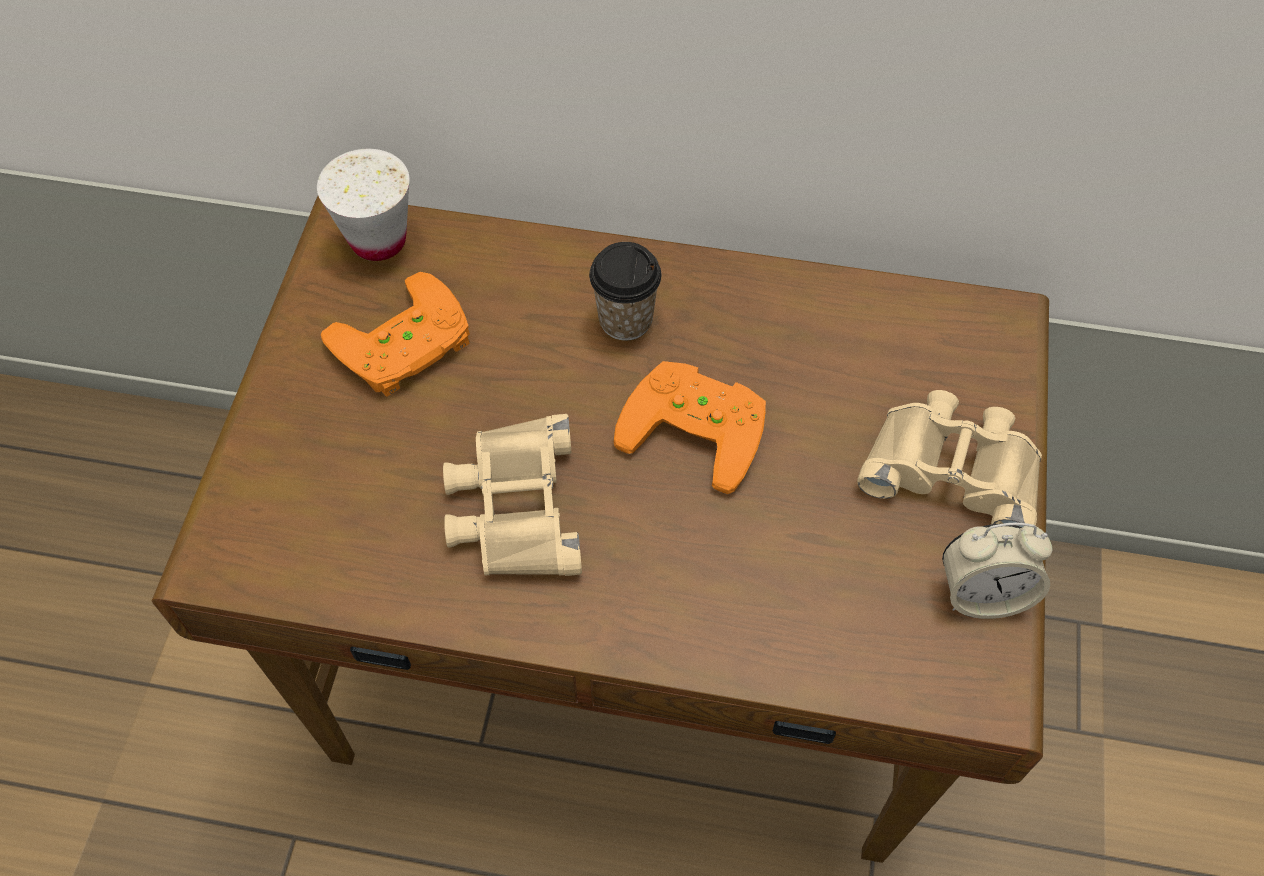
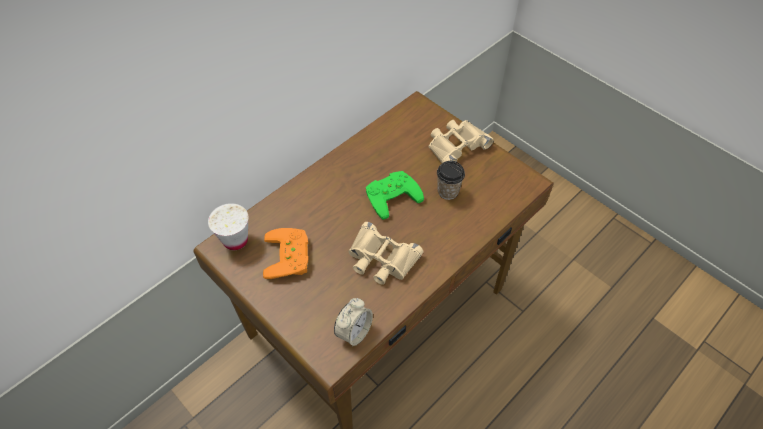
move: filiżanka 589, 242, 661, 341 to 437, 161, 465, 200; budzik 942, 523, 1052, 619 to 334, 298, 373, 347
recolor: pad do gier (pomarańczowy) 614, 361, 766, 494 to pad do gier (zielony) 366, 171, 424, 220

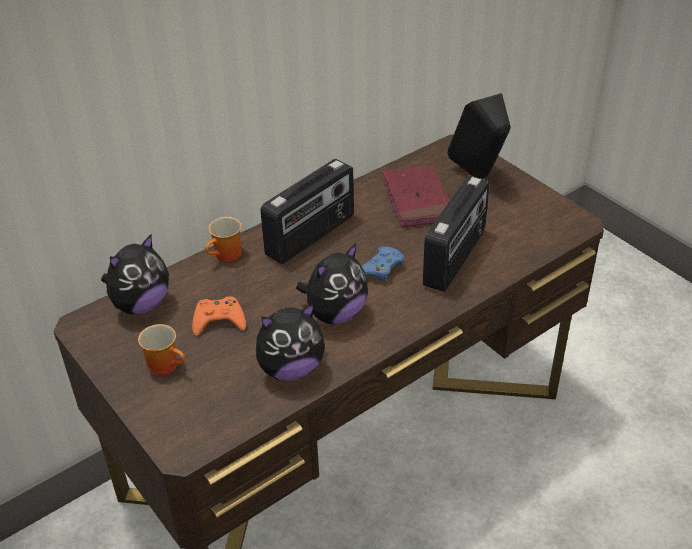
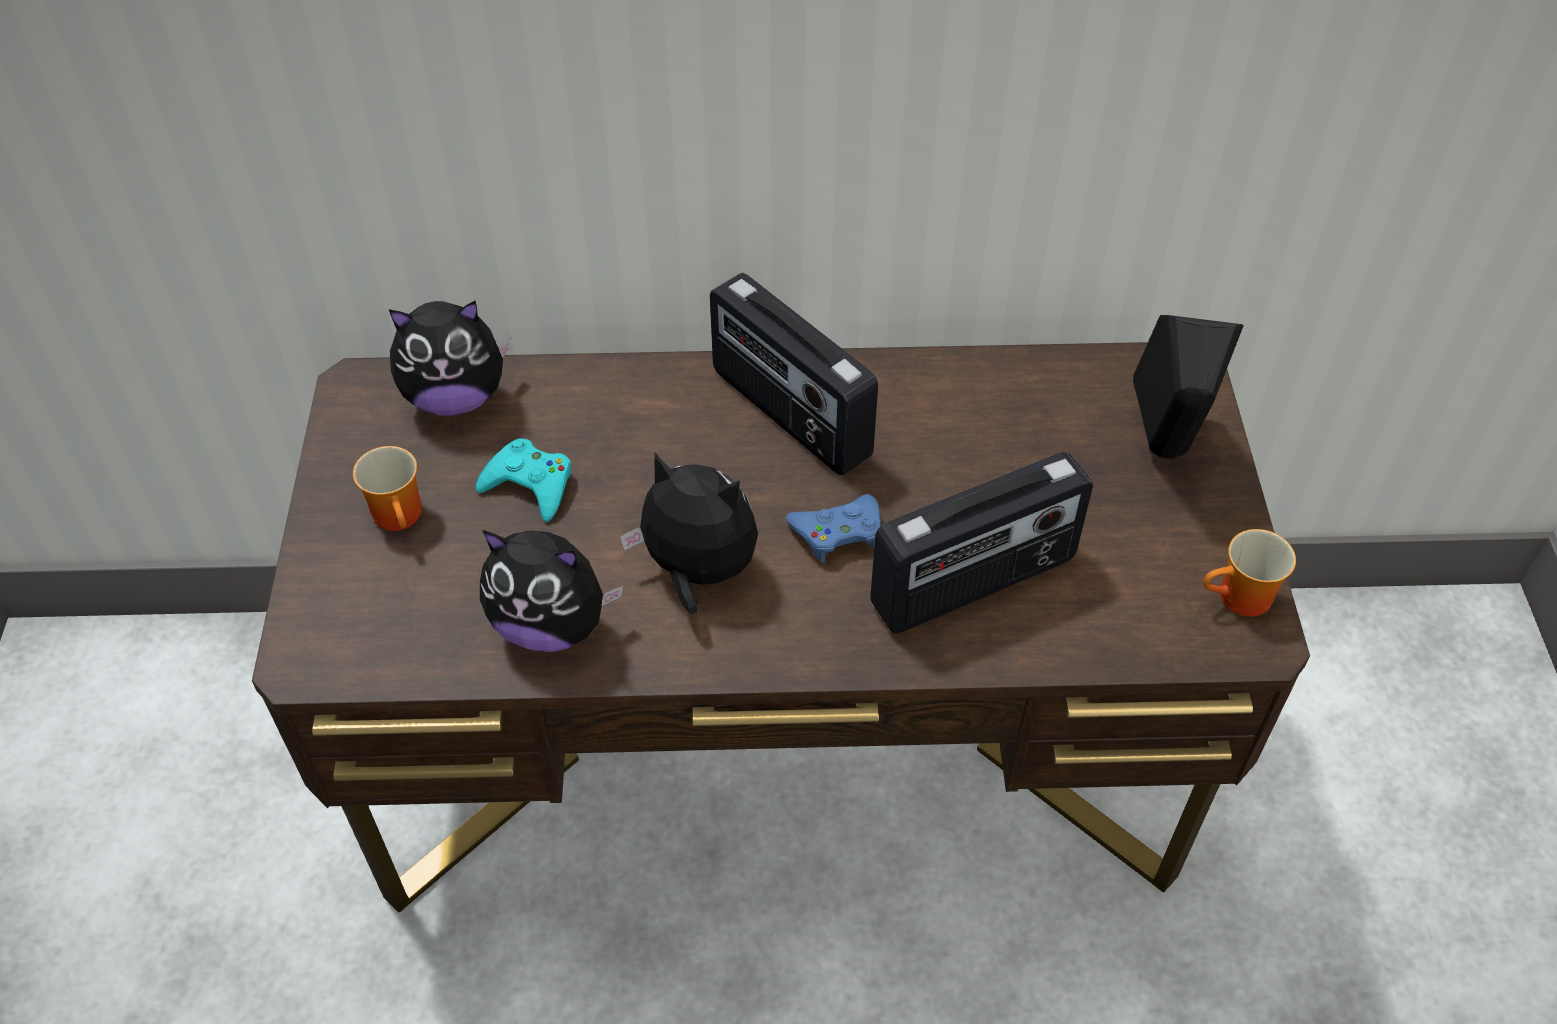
delete: książka (czerwony) 382, 166, 449, 227
move: kubek 205, 217, 241, 262 to 1203, 529, 1296, 617
recolor: pad do gier (pomarańczowy) 192, 296, 246, 336 to pad do gier (turkusowy) 476, 438, 572, 522
rotate: radio 260, 159, 354, 264 = 710, 273, 878, 475 60 degrees clockwise; pluszak 296, 243, 368, 324 = 620, 453, 758, 614 150 degrees counterclockwise

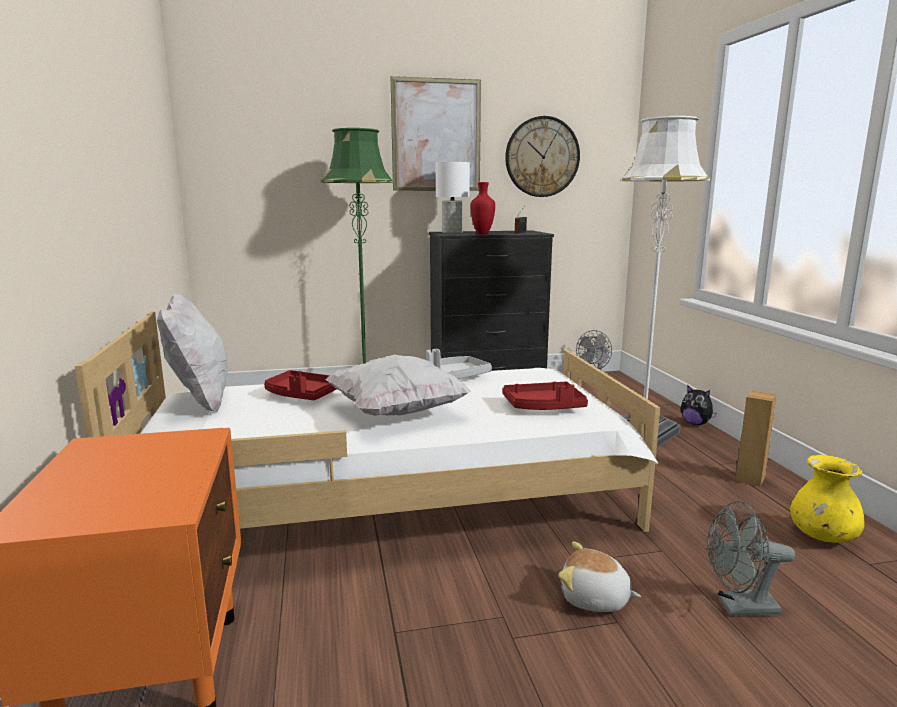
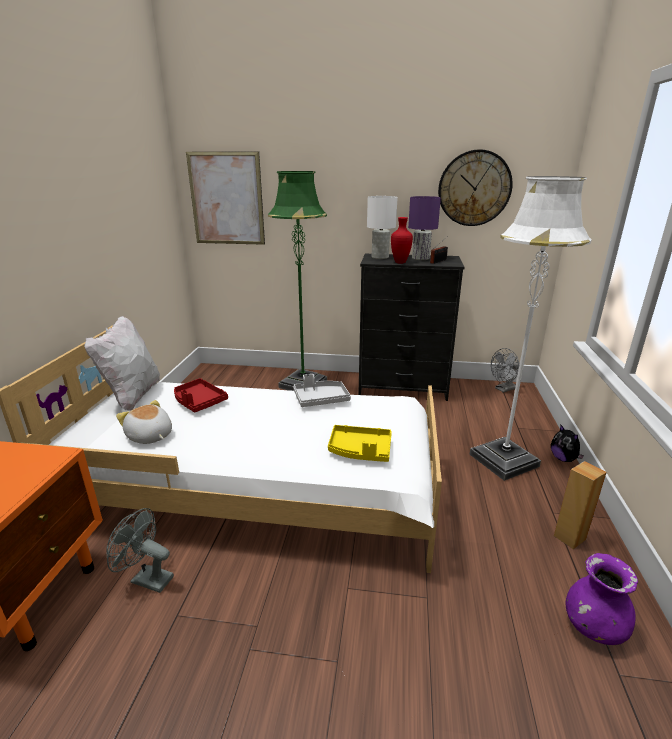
delete: poduszka (biały) 325, 355, 471, 416
insert: lampa stołowa (fioletowy) 408, 196, 441, 260
move: obraz 391, 76, 481, 191 to 186, 151, 265, 245; pluszak 558, 541, 641, 612 to 116, 400, 172, 444; wentylator (szary) 707, 501, 795, 615 to 106, 508, 174, 593
recolor: taca (czerwony) 502, 382, 588, 410 to taca (żółty) 328, 425, 392, 462; wazon (żółty) 790, 455, 865, 543 to wazon (fioletowy) 566, 553, 638, 645

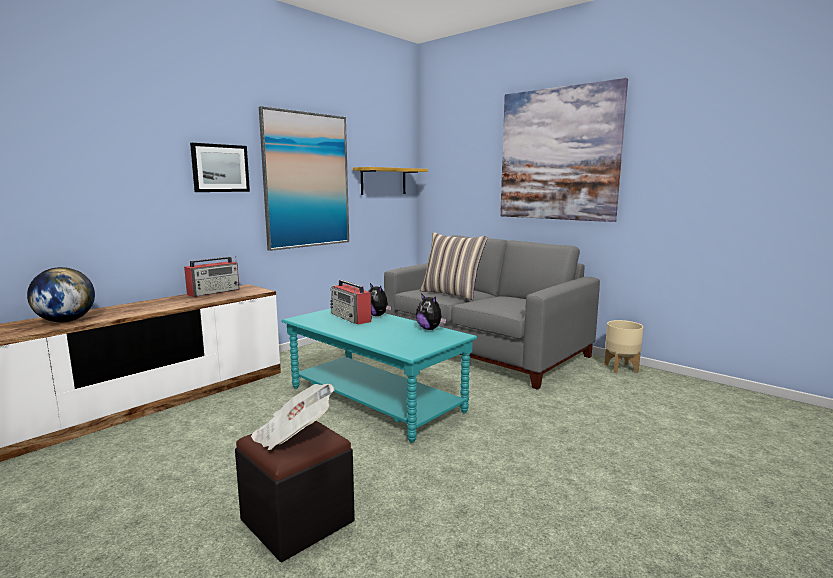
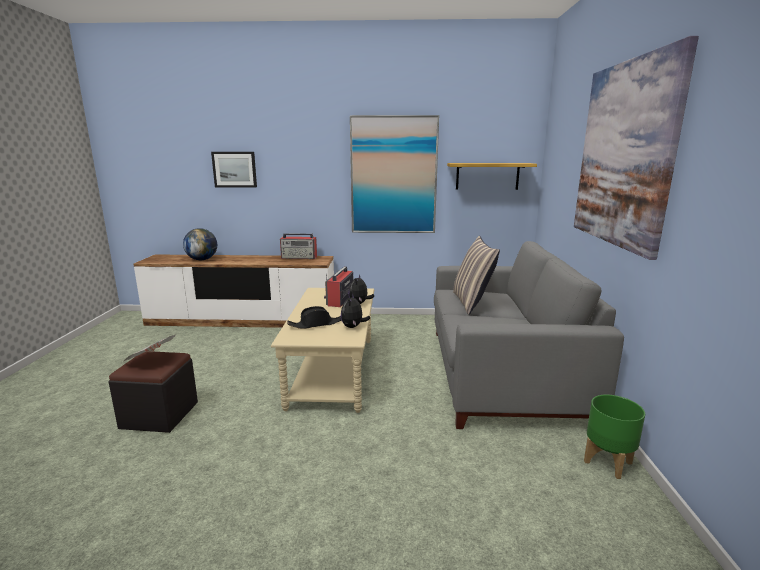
insert: kapelusz (czarny) 287, 306, 341, 329
move: obraz 190, 143, 250, 192 to 211, 152, 257, 188
recolor: ława (turkusowy) 281, 308, 477, 443 to ława (beżowy) 271, 288, 374, 413; donica (beżowy) 604, 320, 643, 373 to donica (zielony) 584, 395, 645, 479

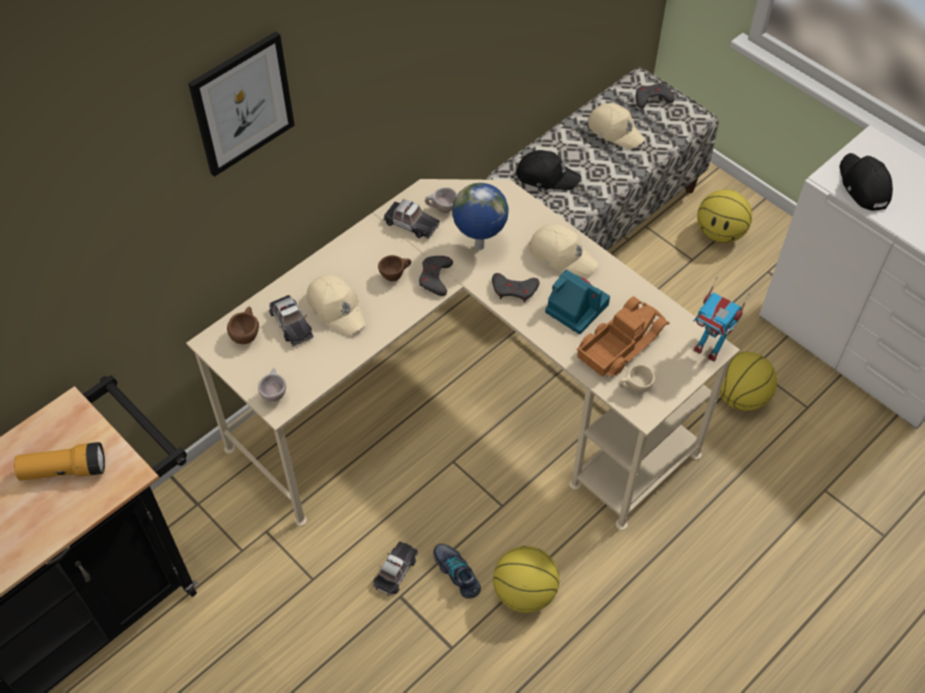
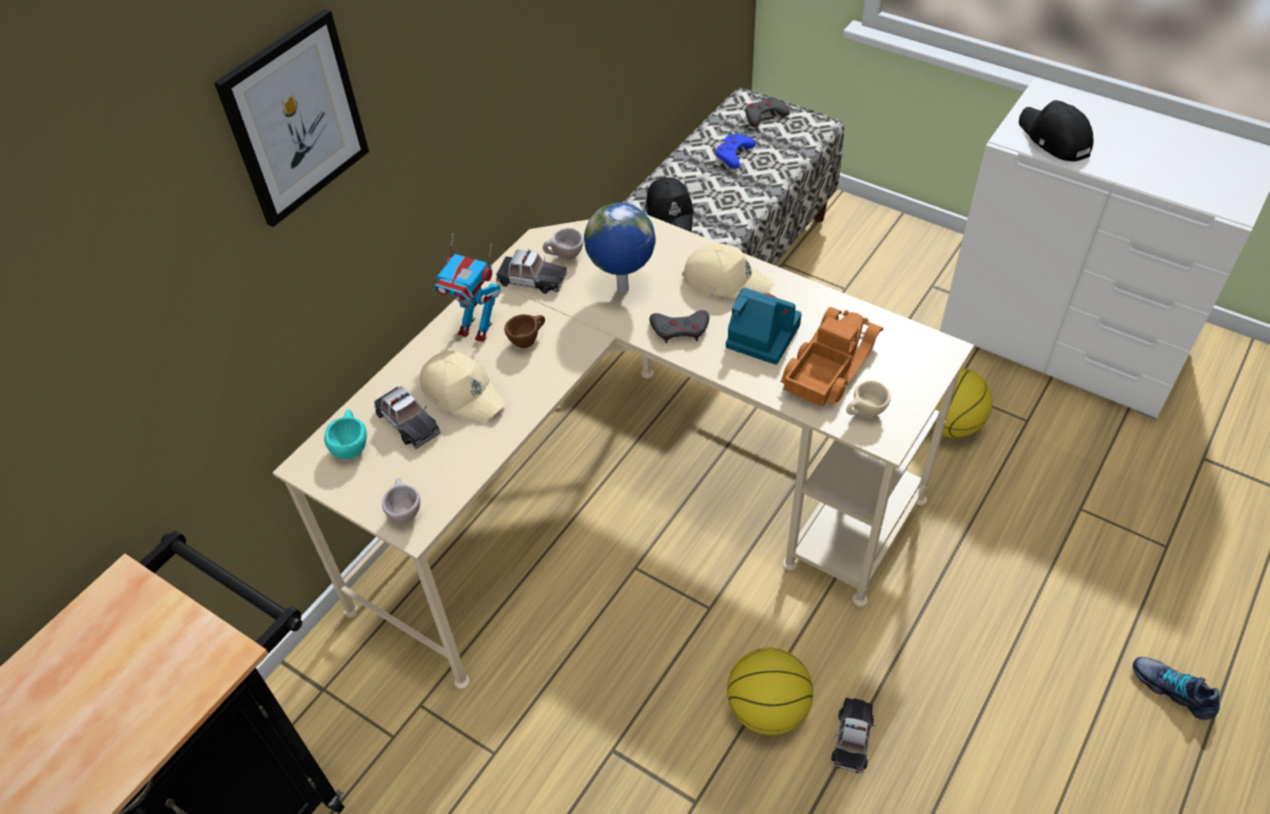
delete: latarka 14, 442, 105, 481; pad do gier (szary) 419, 256, 453, 296; piłka do koszykówki 697, 189, 752, 243
move: samochodzik 373, 541, 418, 596 to 831, 698, 875, 773; but 433, 544, 481, 599 to 1133, 657, 1220, 720; robot zabawkowy 693, 278, 750, 361 to 434, 233, 501, 342
replace: czapka z daszkiem (beżowy) 588, 103, 645, 149 to pad do gier (niebieski) 716, 134, 756, 169
recolor: filiżanka (brązowy) 227, 306, 259, 344 to filiżanka (turkusowy) 324, 409, 367, 459
rotate: czapka z daszkiem (czarny) 516, 150, 581, 190 = 646, 177, 694, 232 75 degrees clockwise

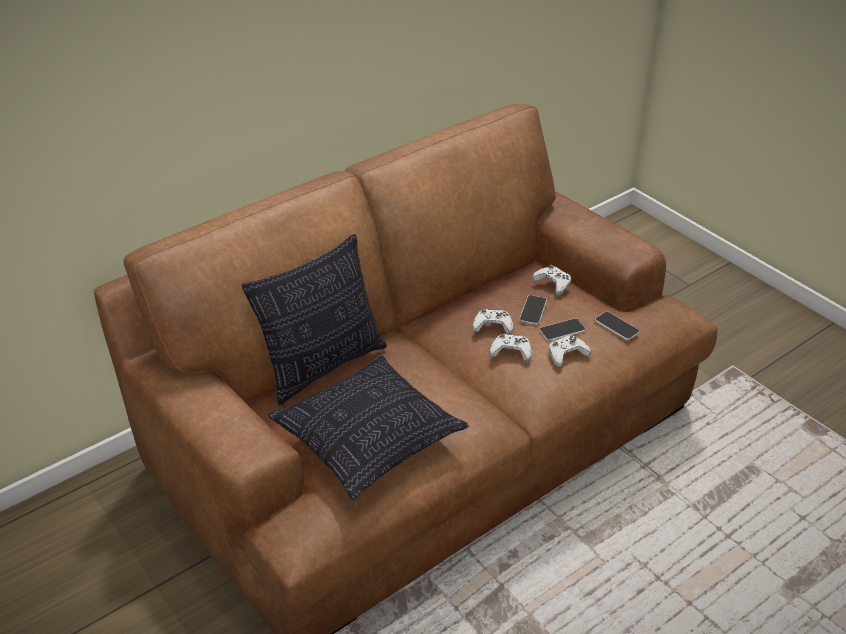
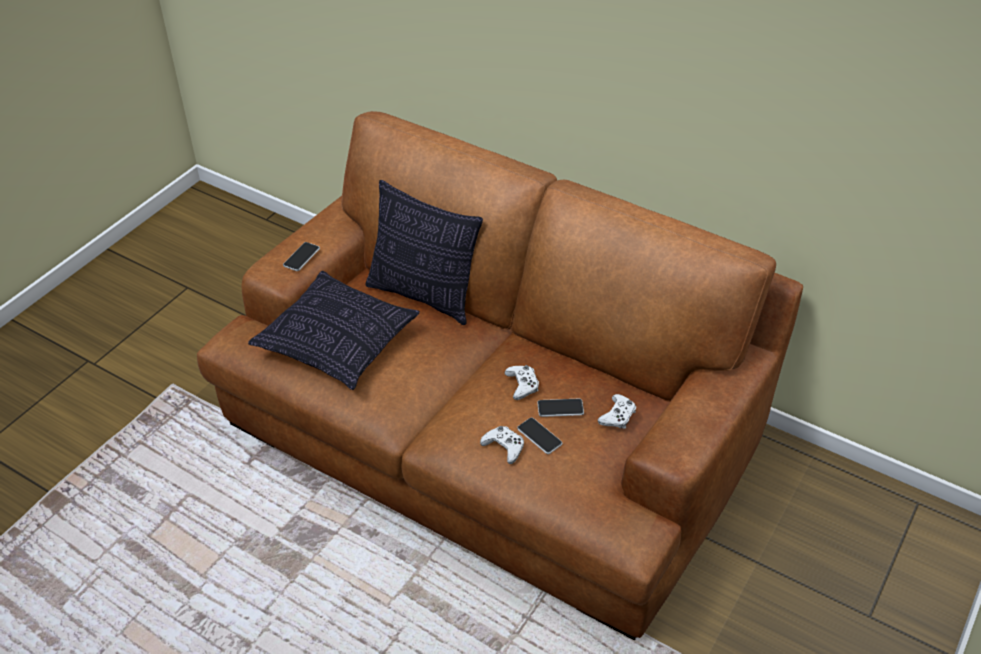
delete: pad do gier (biały) 489, 334, 532, 362
move: telefon 595, 311, 640, 340 to 283, 242, 320, 271

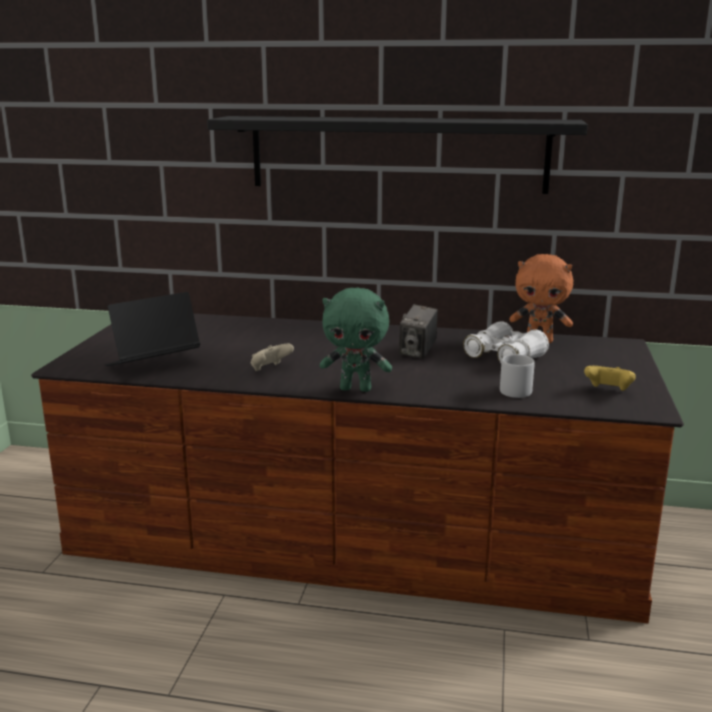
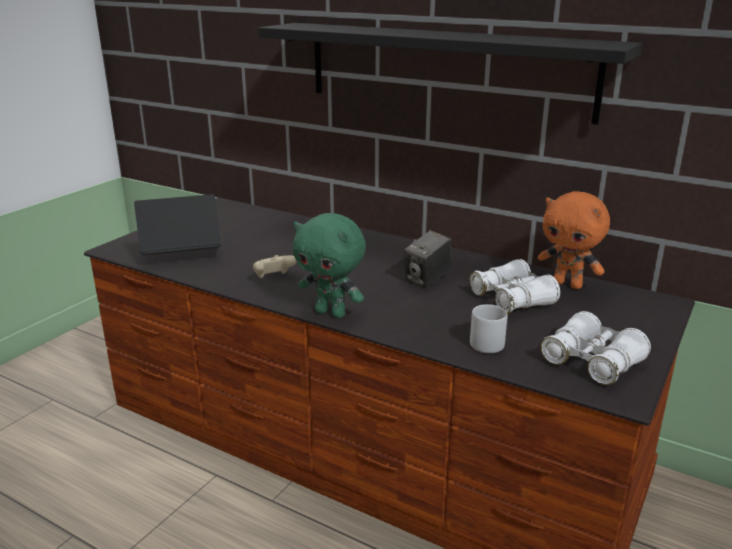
replace: pad do gier (żółty) 584, 366, 636, 391 to lornetka (biały) 540, 311, 651, 385

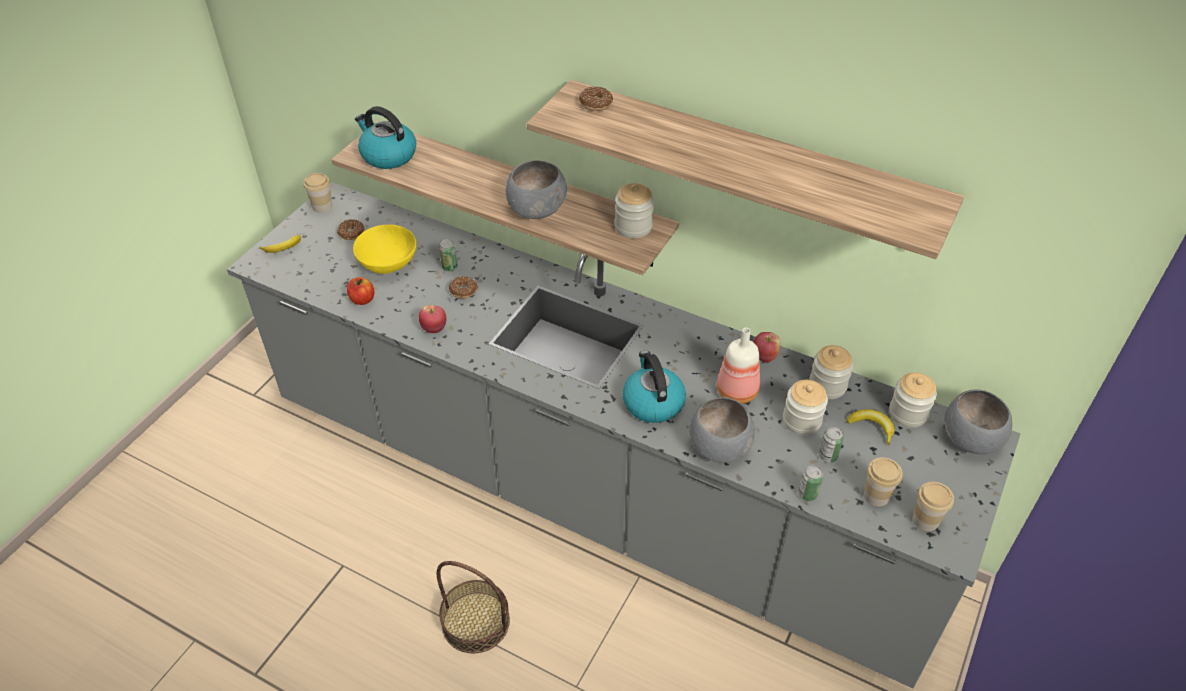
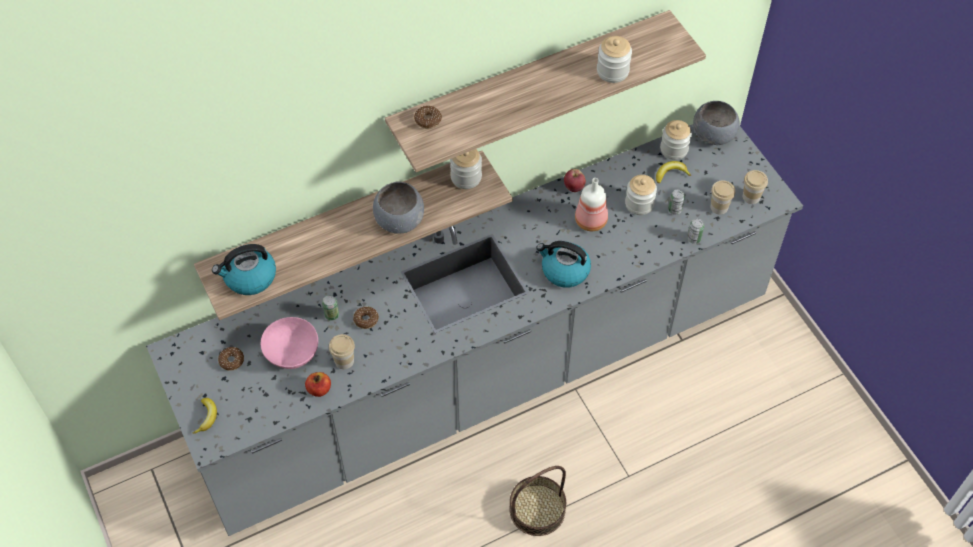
delete: jabłko 419, 305, 447, 333; miska (szary) 689, 397, 755, 463
move: filiżanka 303, 173, 332, 213 to 329, 334, 355, 369; słoik 809, 345, 853, 399 to 597, 36, 632, 83
recolor: miska (żółty) 353, 224, 416, 274 to miska (różowy) 261, 317, 318, 369

